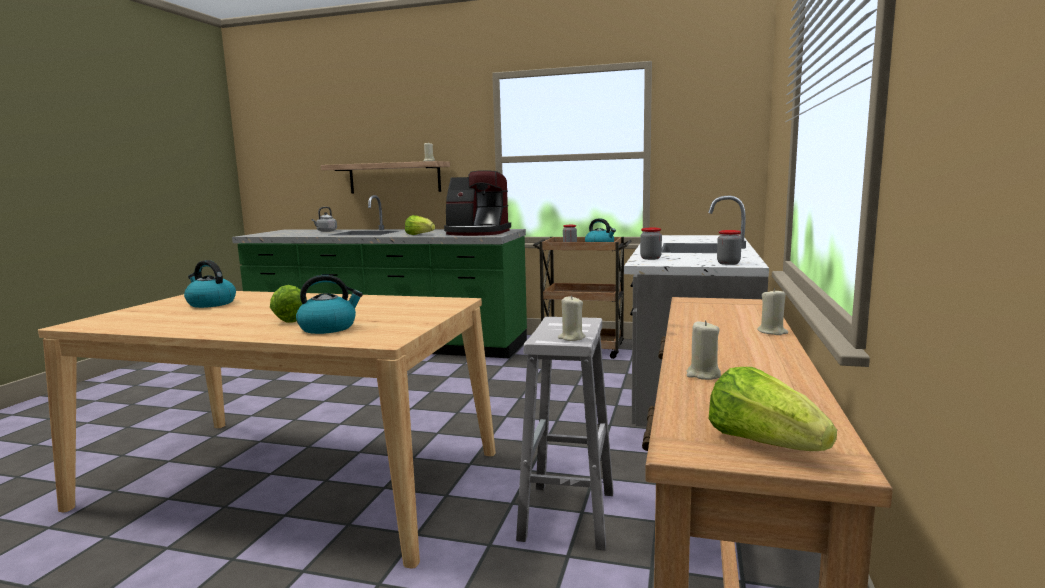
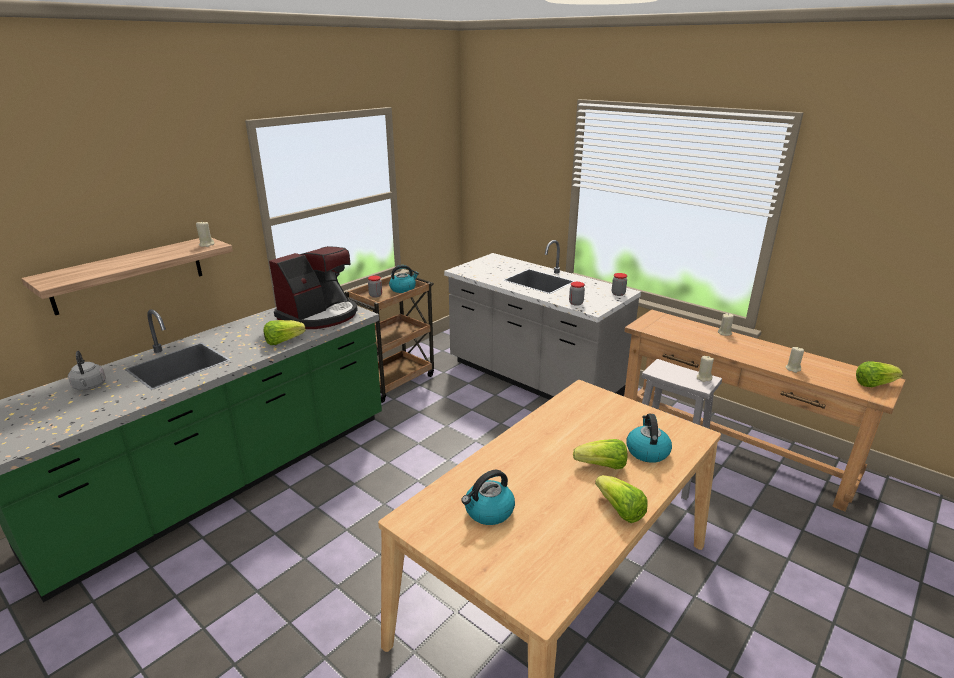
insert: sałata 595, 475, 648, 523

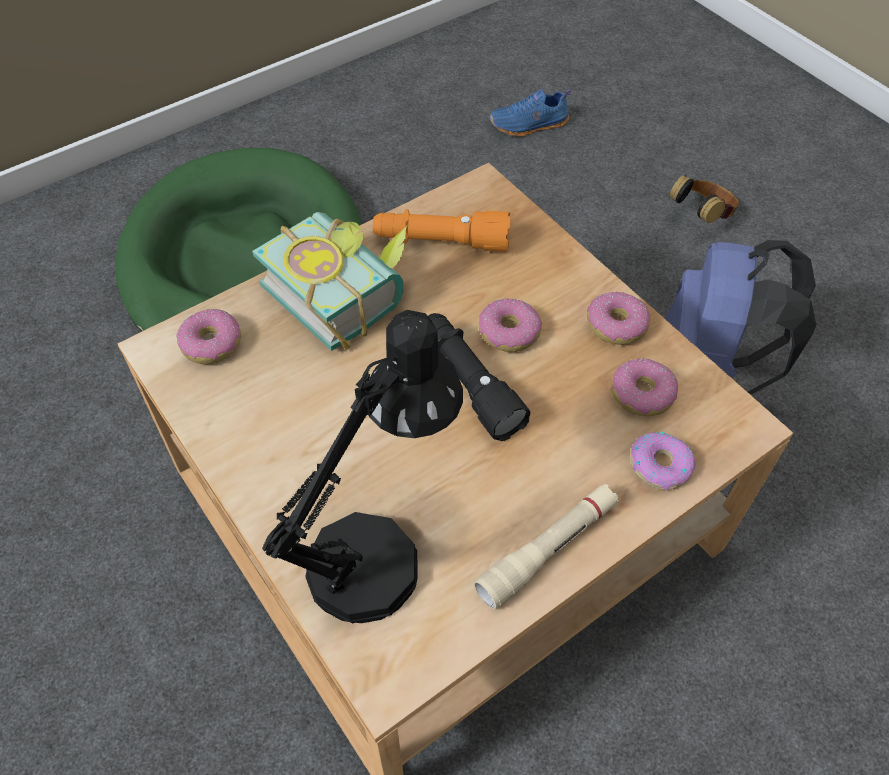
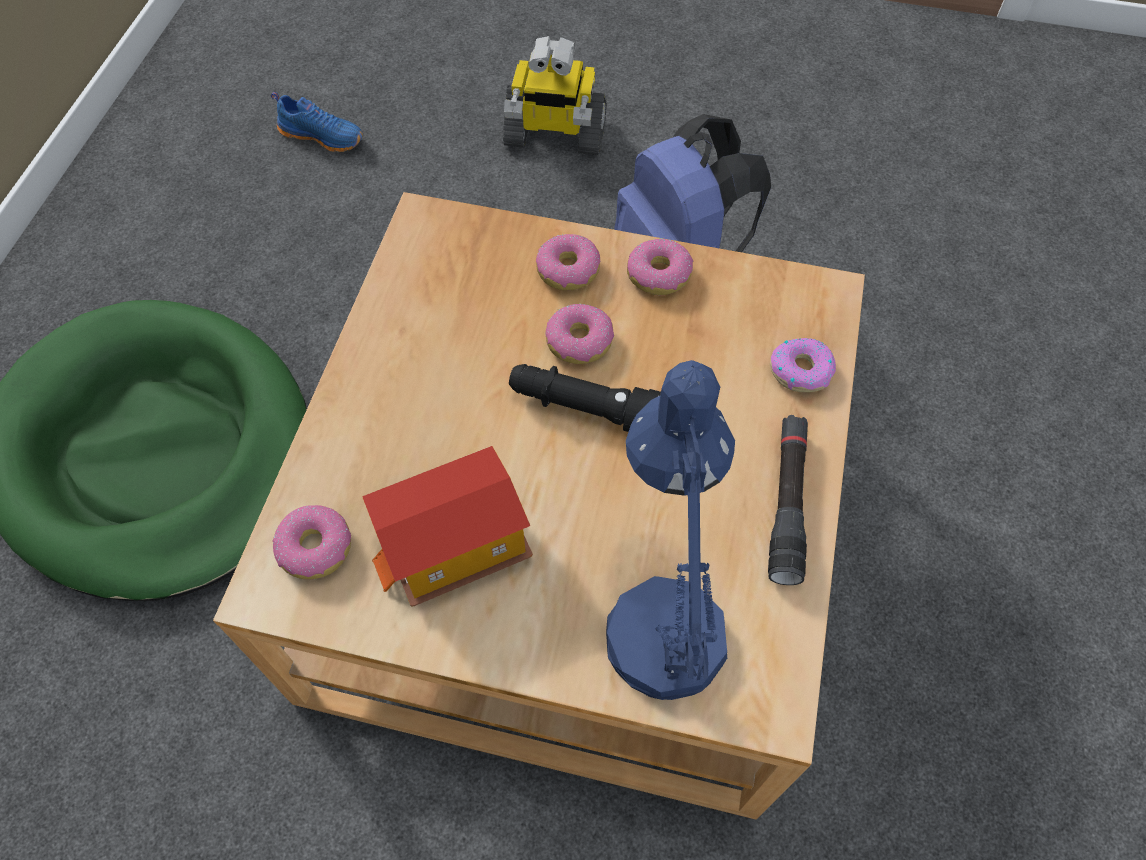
delete: książka 252, 212, 407, 351; latarka (pomarańczowy) 373, 209, 511, 252
insert: domek 362, 446, 533, 607
move: donut 611, 359, 678, 416 to 536, 234, 600, 290
replace: słuchawki 669, 175, 739, 223 to robot zabawkowy 503, 36, 607, 155
recolor: lampa stołowa (czarny) 262, 310, 463, 624 to lampa stołowa (niebieski) 606, 360, 735, 700; latarka (beżowy) 474, 484, 619, 609 to latarka (czarny) 768, 415, 808, 585
rotate: but (niebieski) 490, 89, 571, 137 = 271, 92, 363, 152 105 degrees counterclockwise

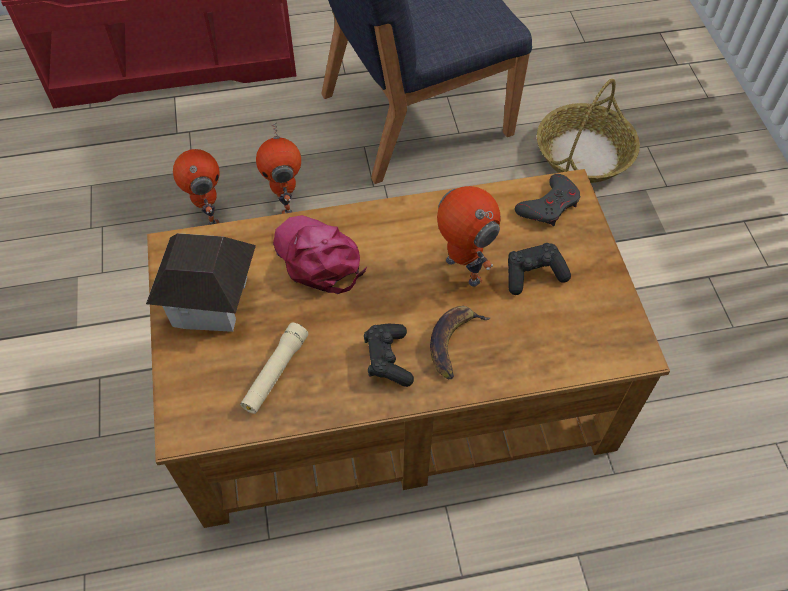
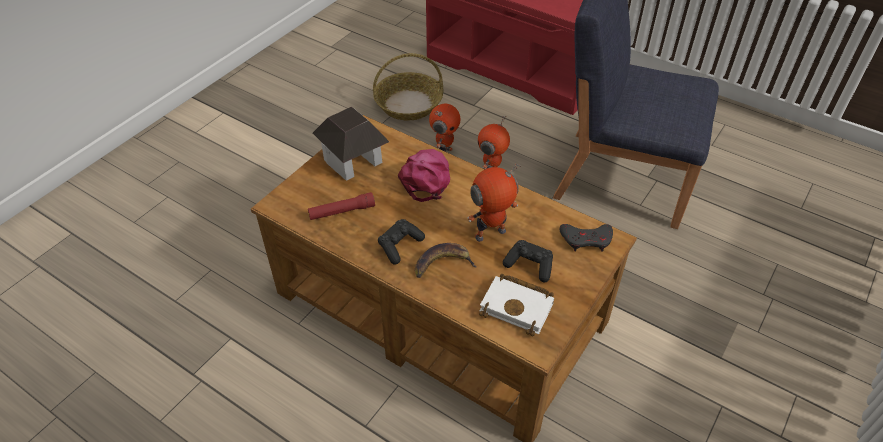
insert: książka (biały) 479, 274, 554, 336
move: koszyk 537, 79, 640, 183 to 373, 53, 443, 120
recolor: latarka (beżowy) 240, 323, 308, 414 to latarka (czerwony) 308, 192, 375, 220
rotate: robot zabawkowy 437, 186, 501, 287 = 468, 164, 521, 242 120 degrees counterclockwise

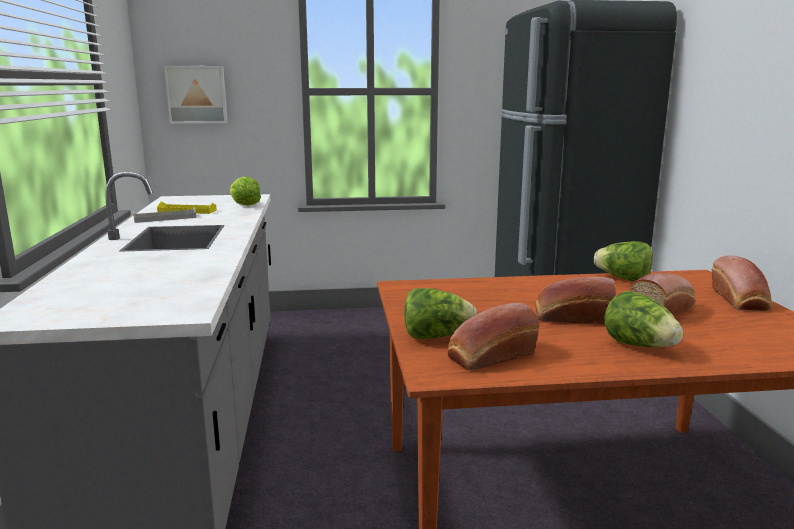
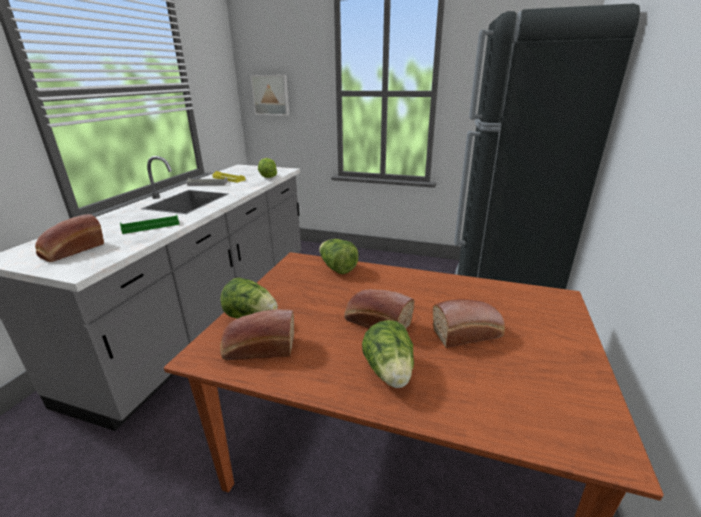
insert: taca (zielony) 120, 214, 180, 234
move: sałata 594, 241, 653, 281 to 319, 239, 359, 274; chleb 712, 255, 772, 311 to 35, 214, 104, 262

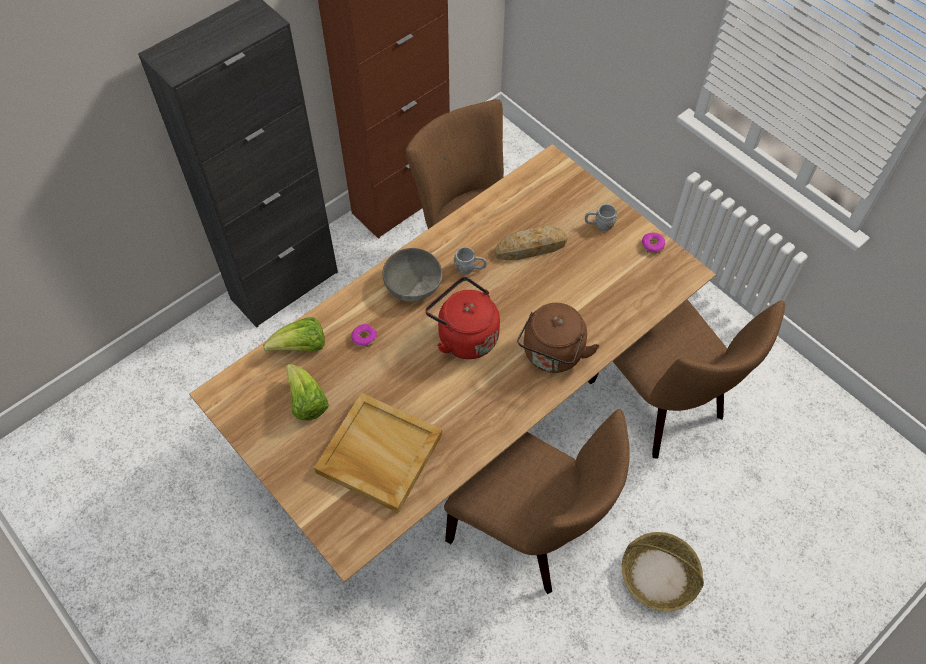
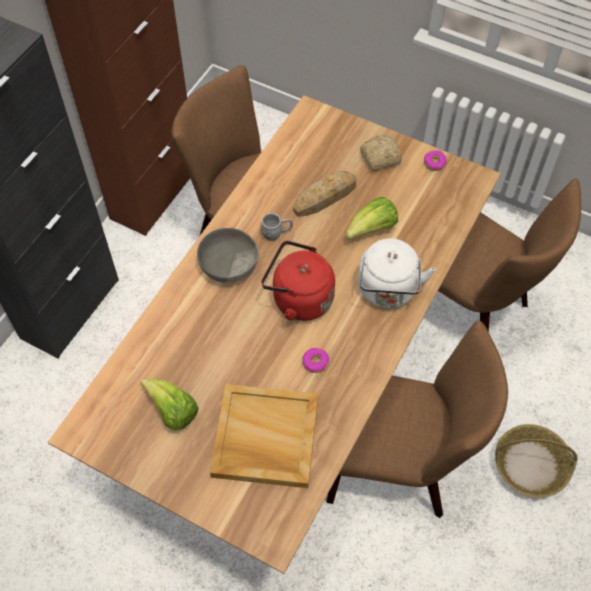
move: sałata 263, 318, 325, 352 to 346, 197, 398, 240; donut 351, 324, 377, 348 to 302, 348, 329, 373
replace: kubek (szary) 585, 204, 617, 231 to chleb 360, 135, 402, 171
recolor: czajnik (brązowy) 517, 303, 600, 373 to czajnik (biały) 358, 238, 436, 308

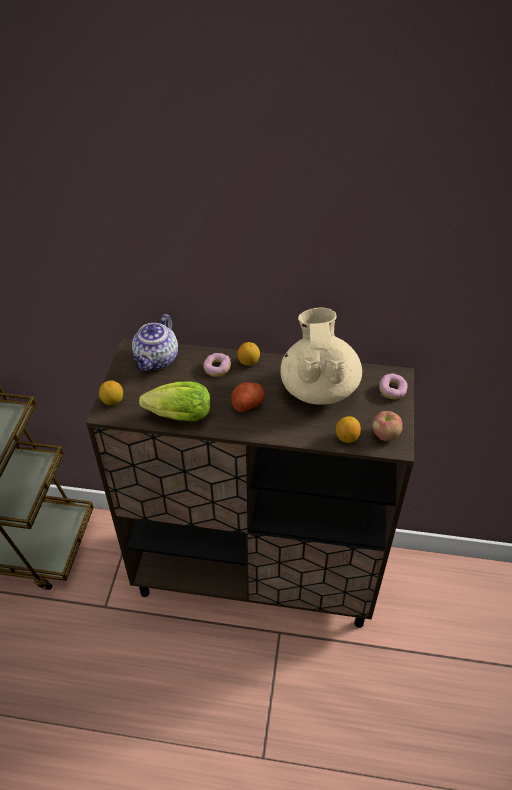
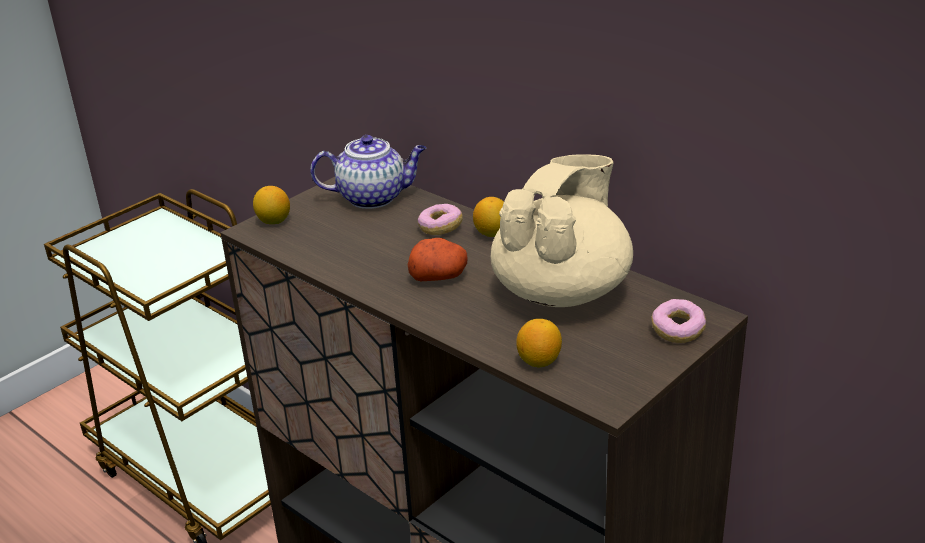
delete: sałata 139, 381, 211, 421; jabłko 372, 411, 403, 441
rotate: imbryk 132, 314, 178, 371 = 310, 135, 426, 209 150 degrees counterclockwise

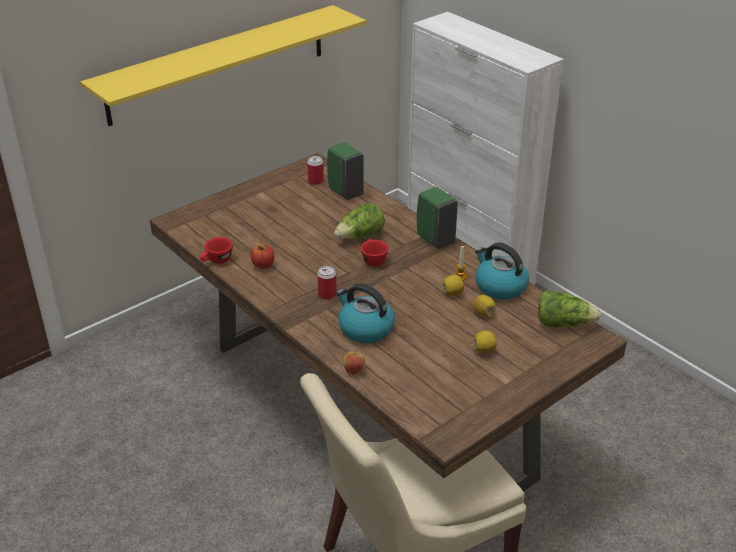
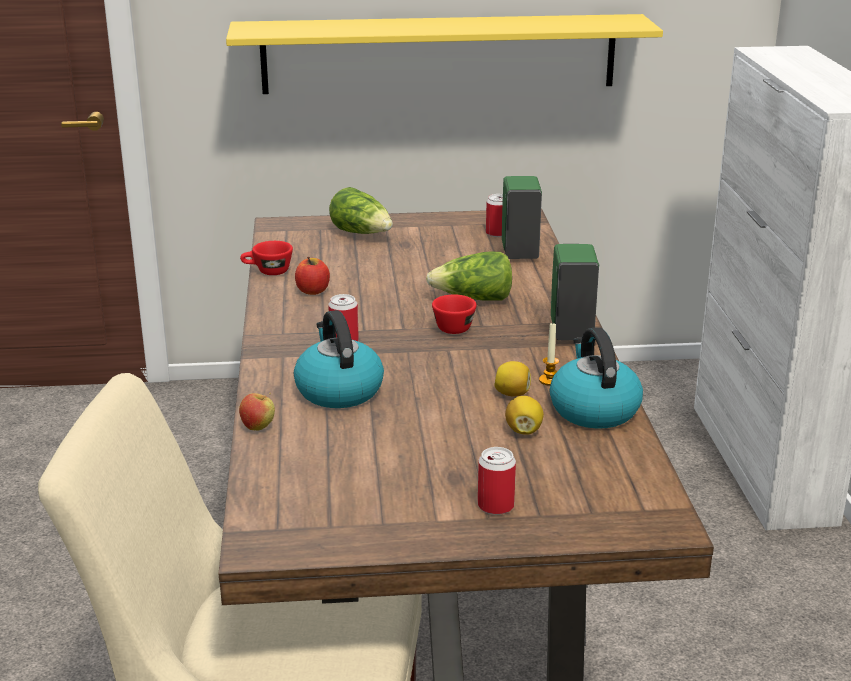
delete: cytryna 473, 330, 497, 353
insert: puszka 478, 447, 516, 515
move: sałata 538, 290, 602, 328 to 329, 187, 393, 234

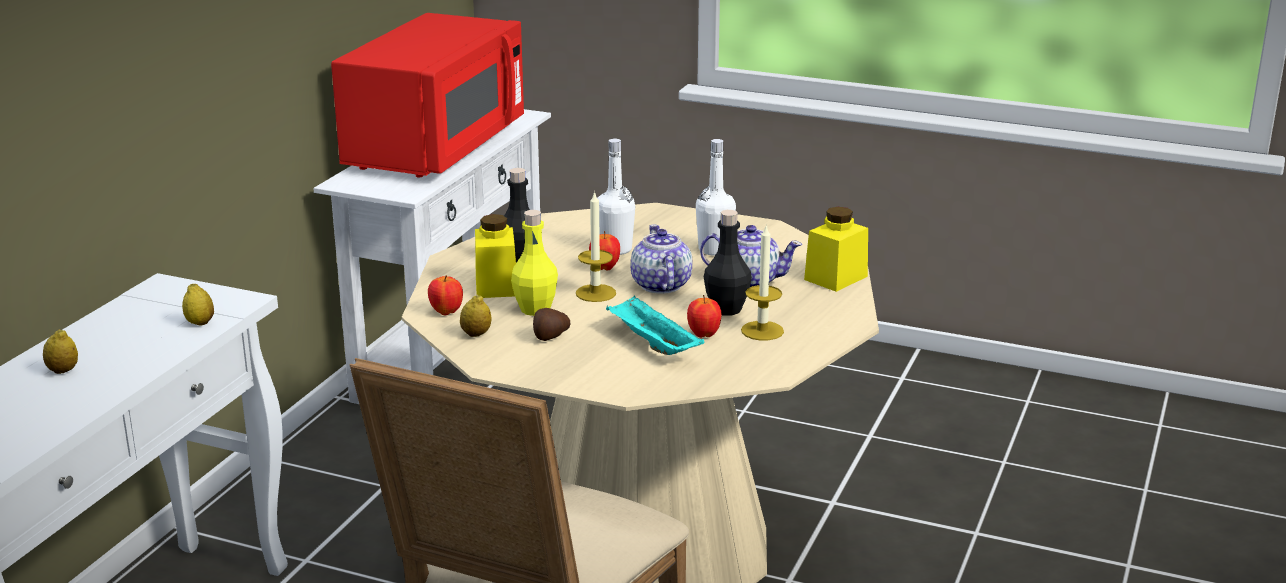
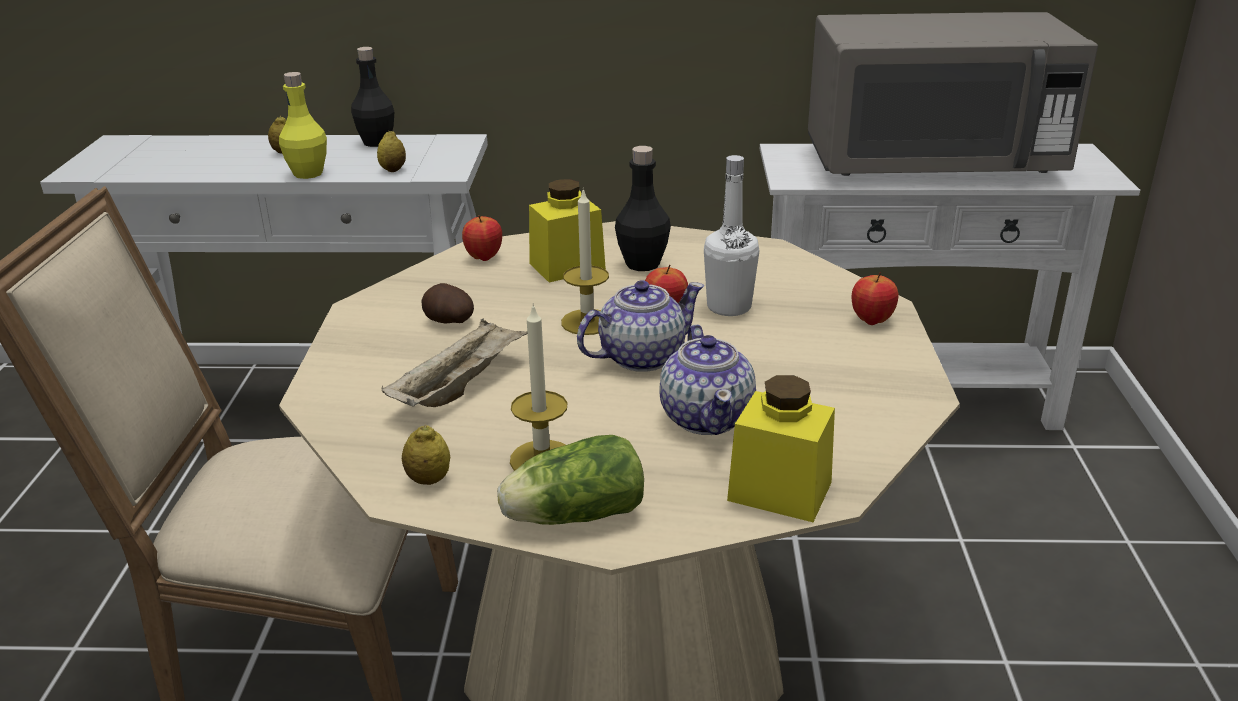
delete: butelka (biały) 696, 139, 736, 256
insert: sałata 497, 435, 644, 525
move: cytryna 460, 295, 492, 337 to 402, 425, 450, 485; butelka (żółty) 511, 210, 558, 316 to 279, 72, 327, 179; jabłko 687, 295, 722, 338 to 852, 272, 898, 325; butelka (czarny) 704, 210, 752, 316 to 351, 47, 394, 147
recolor: mikrofalówka (czerwony) 331, 13, 524, 178 to mikrofalówka (szary) 808, 12, 1098, 176; taca (turkusowy) 606, 295, 705, 355 to taca (beżowy) 382, 318, 527, 407

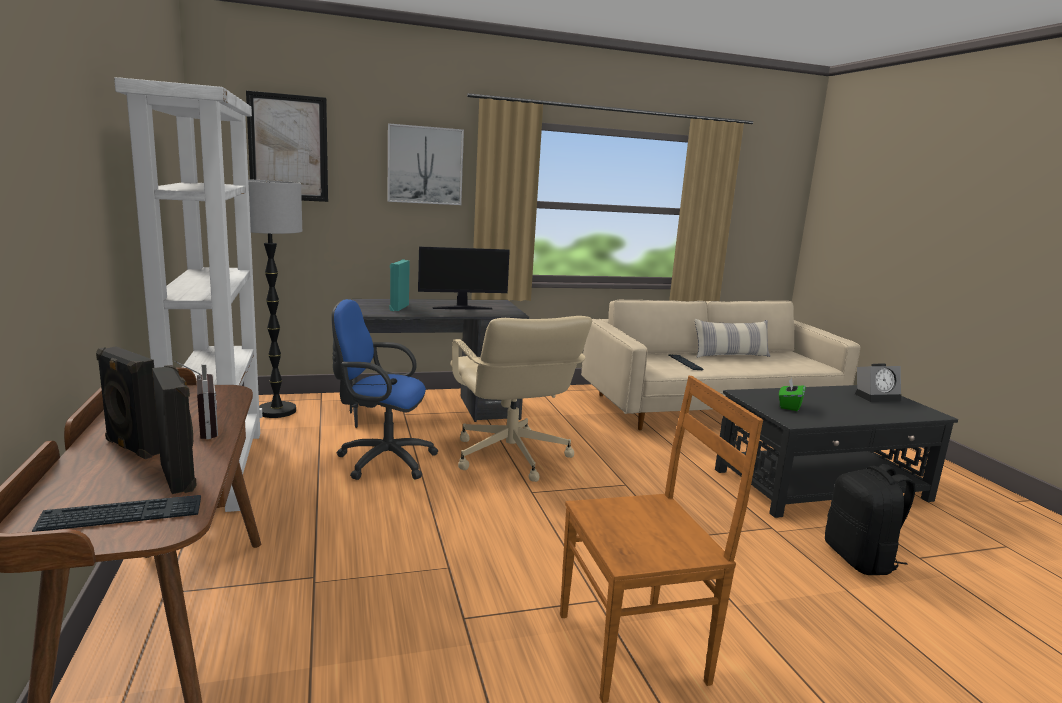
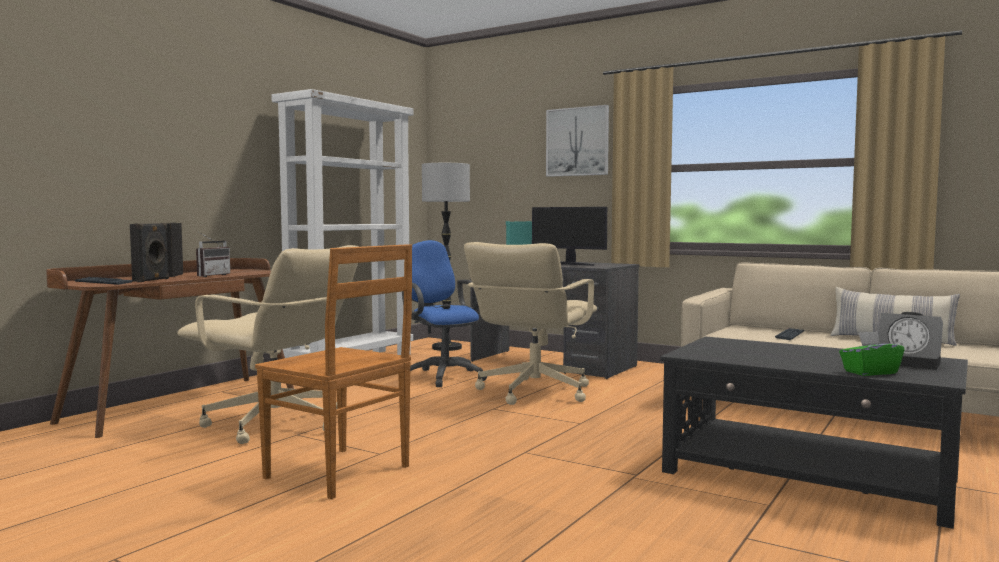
delete: obraz 246, 90, 328, 202; plecak (czarny) 825, 464, 915, 575
insert: krzesło biurowe (beżowy) 177, 245, 359, 444
move: pudełko chusteczek (zielony) 779, 377, 806, 411 to 839, 331, 905, 376

